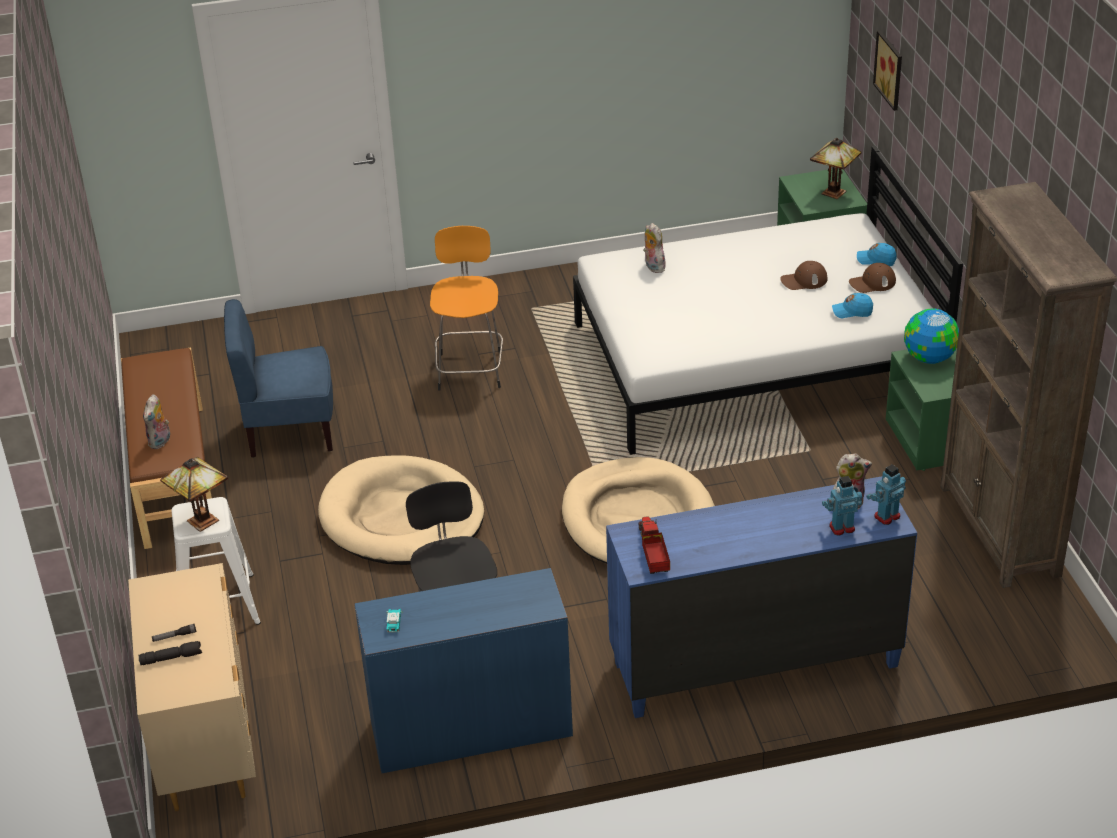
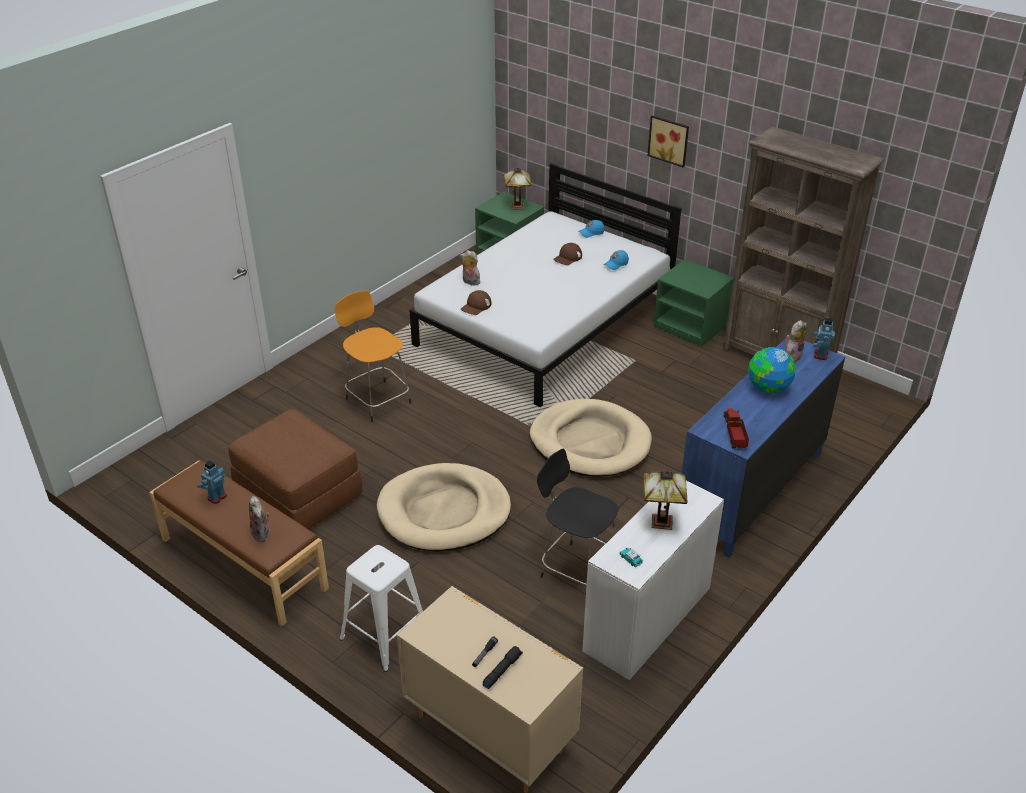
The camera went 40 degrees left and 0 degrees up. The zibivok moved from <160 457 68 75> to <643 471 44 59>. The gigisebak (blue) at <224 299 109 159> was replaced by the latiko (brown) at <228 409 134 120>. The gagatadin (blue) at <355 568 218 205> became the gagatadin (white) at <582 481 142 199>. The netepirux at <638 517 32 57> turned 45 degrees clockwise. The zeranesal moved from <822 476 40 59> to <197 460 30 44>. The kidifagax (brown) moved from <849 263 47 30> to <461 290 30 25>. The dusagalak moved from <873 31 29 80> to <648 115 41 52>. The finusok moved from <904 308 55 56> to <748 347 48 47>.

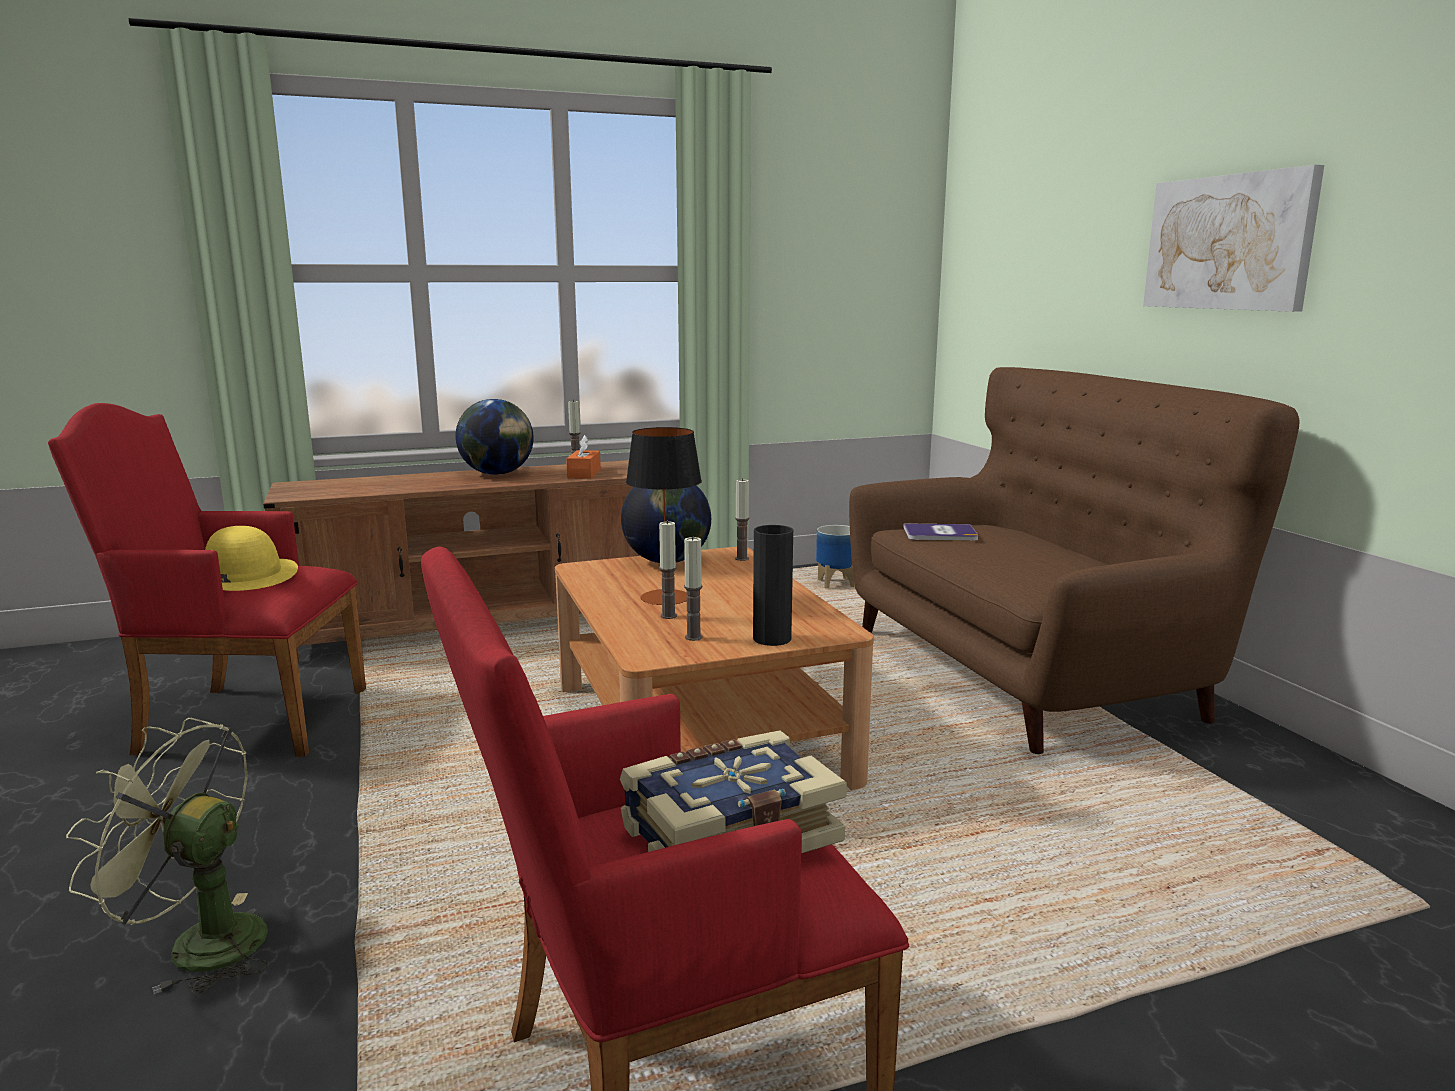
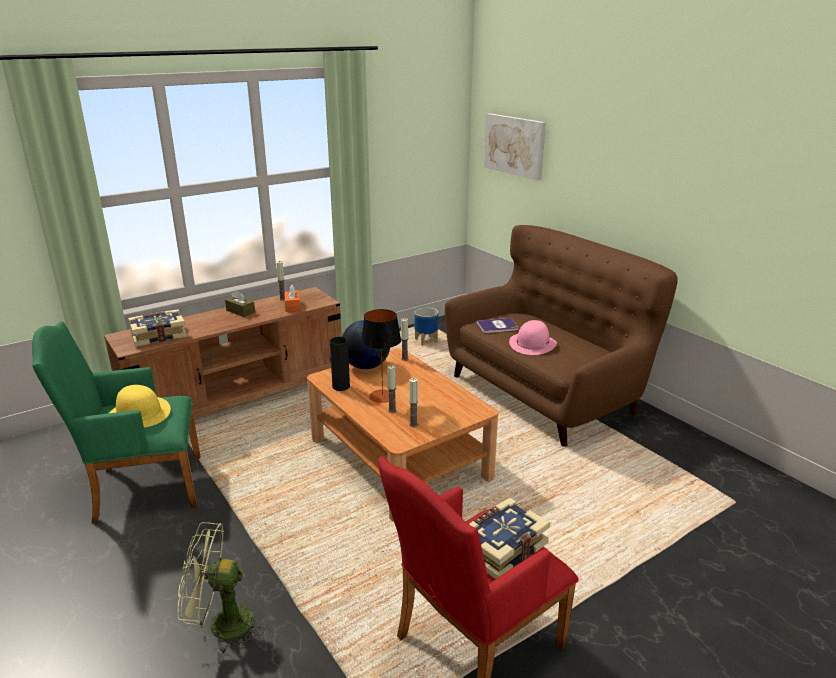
The camera went 15 degrees left and 10 degrees up. The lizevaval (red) at <48 403 318 354> became the lizevaval (green) at <32 322 168 201>. The finusok at <455 399 79 76> was replaced by the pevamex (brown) at <225 290 30 27>. The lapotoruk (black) moved from <753 525 40 121> to <330 337 20 54>. The dusagalak moved from <1143 164 181 148> to <484 113 62 68>. The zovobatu at <128 309 59 38> appeared. The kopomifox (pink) at <509 320 48 35> appeared.

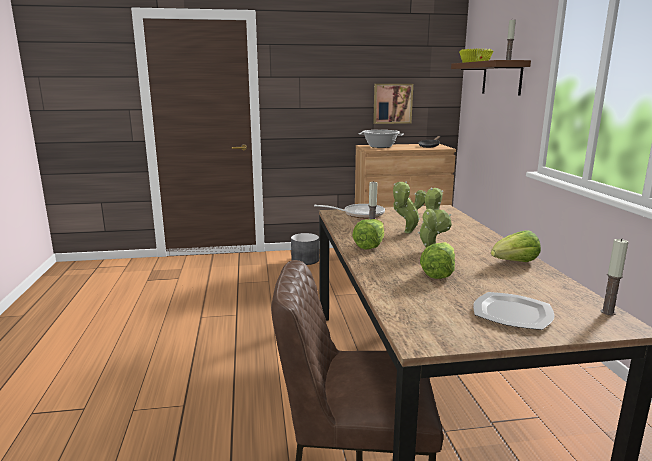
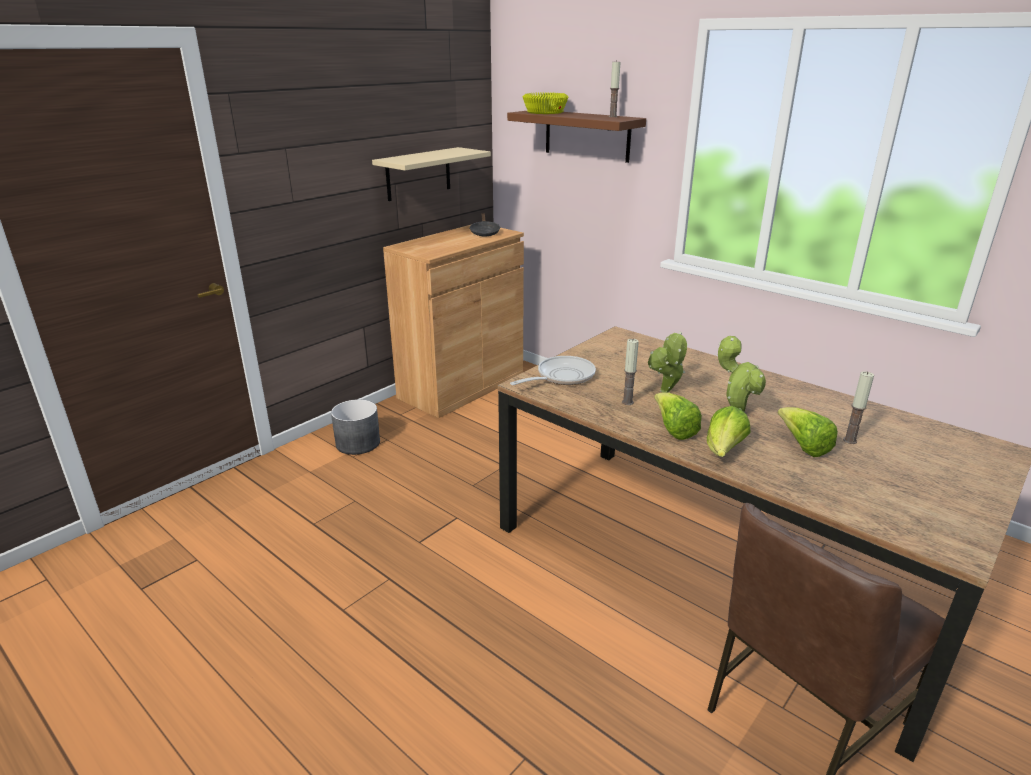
The camera went 40 degrees left and 10 degrees up. The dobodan at <358 130 46 18> disappeared. The dusagalak at <373 84 40 40> was replaced by the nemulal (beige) at <372 147 119 54>. The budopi at <473 292 81 38> disappeared. The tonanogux moved from <491 230 50 32> to <707 406 44 51>. The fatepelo moved from <601 238 27 77> to <843 371 31 73>.

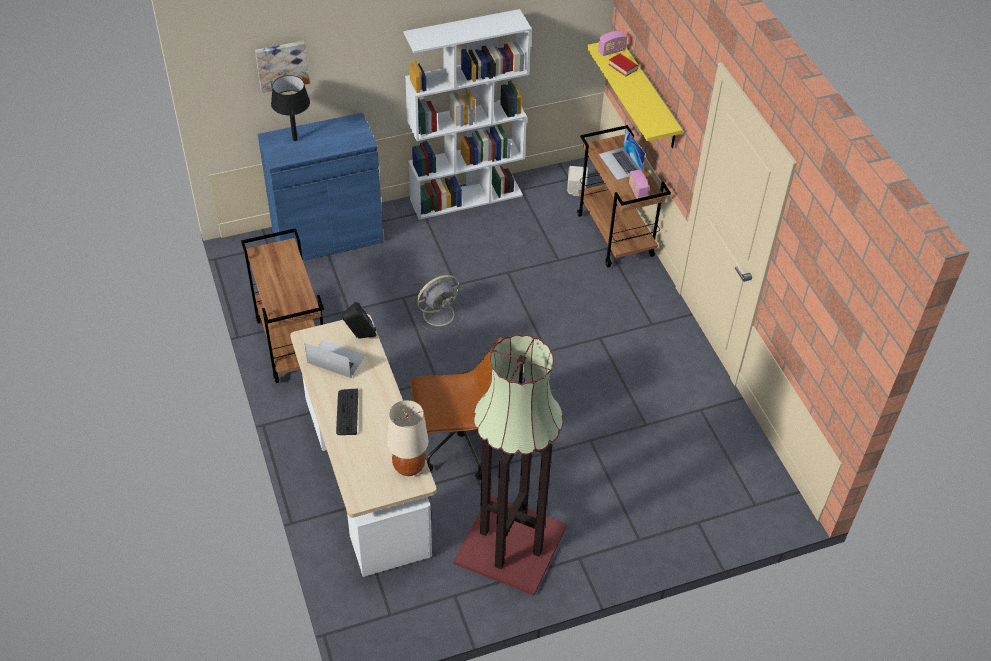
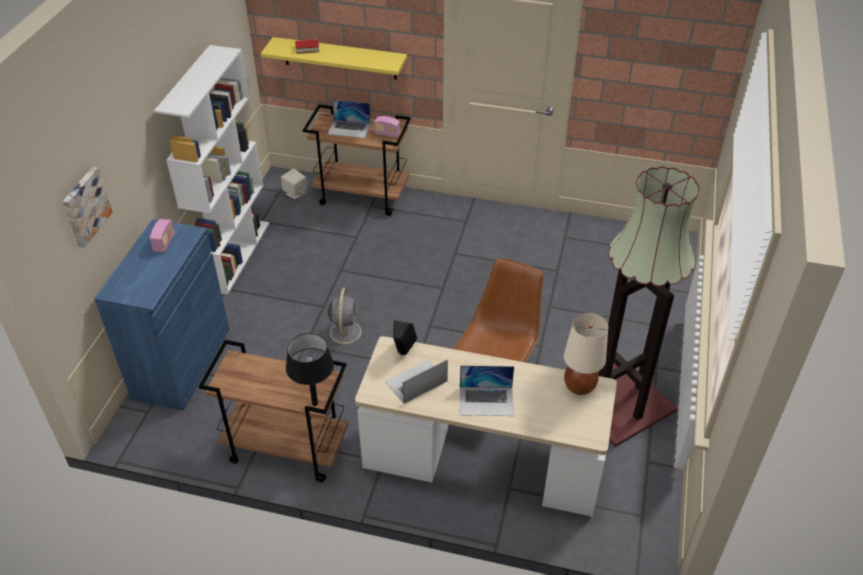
The camera went 55 degrees left and 5 degrees down. The zibivok (black) moved from <271 75 39 66> to <286 333 48 73>. The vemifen at <336 389 22 46> was replaced by the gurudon at <460 365 54 51>. The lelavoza moved from <598 31 29 25> to <150 219 25 34>.

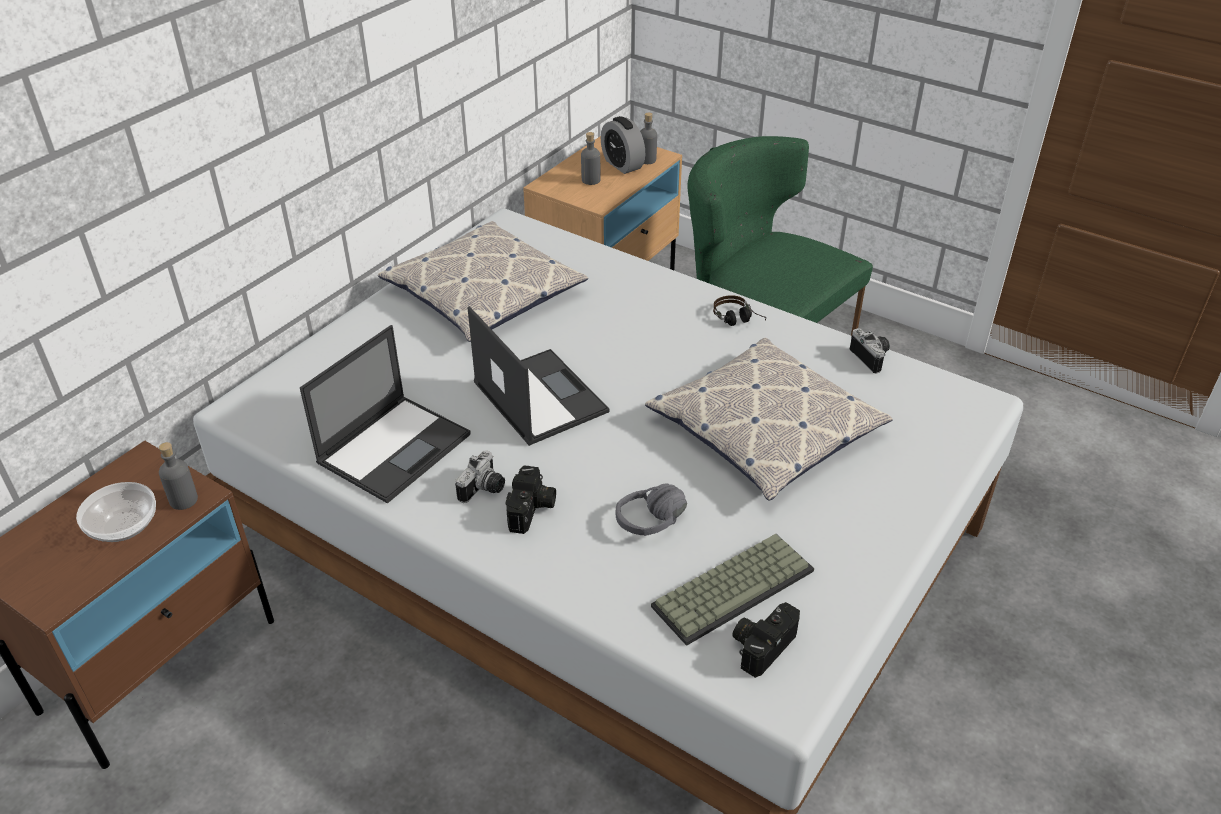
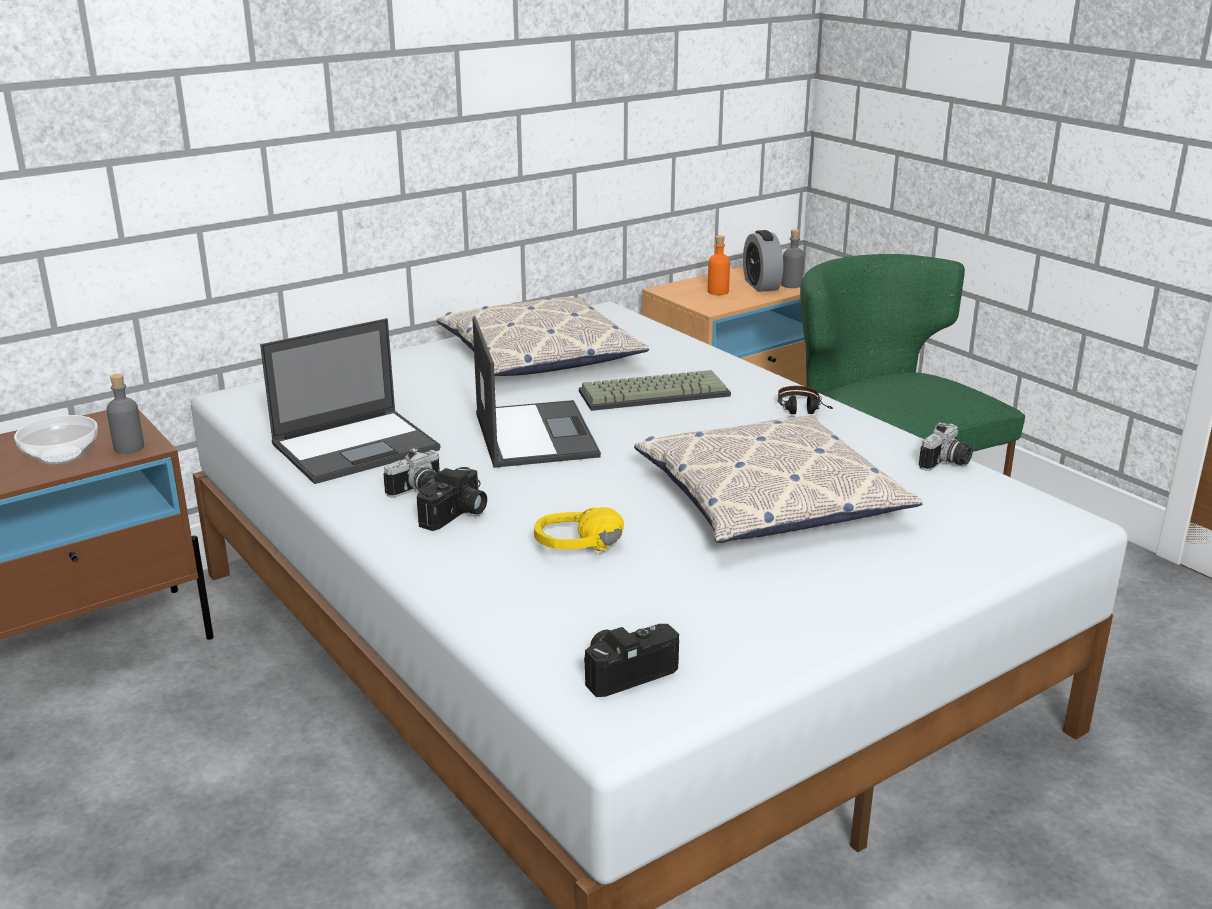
The camera went 20 degrees right and 15 degrees down. The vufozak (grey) at <581 132 20 53> became the vufozak (orange) at <708 235 22 60>. The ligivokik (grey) at <615 483 72 53> became the ligivokik (yellow) at <534 507 90 44>. The vemifen moved from <651 534 163 112> to <579 370 152 41>. The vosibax at <849 328 41 46> turned 45 degrees clockwise.

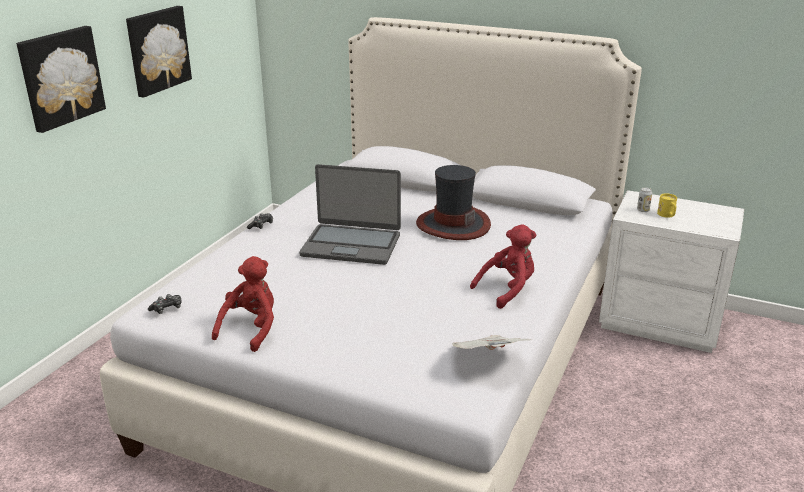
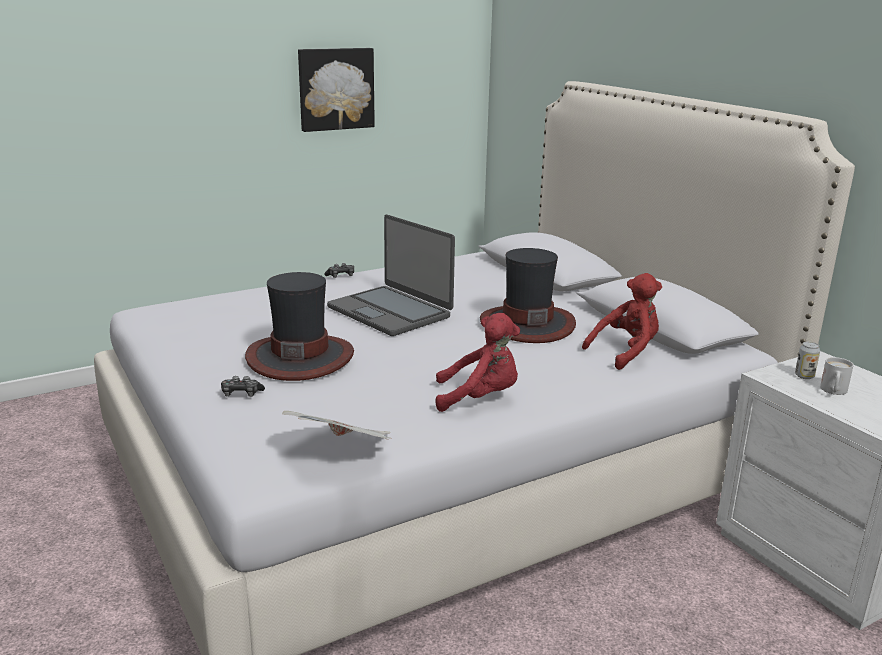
The camera went 35 degrees right and 5 degrees down. The dusagalak at <16 26 90 107> disappeared. The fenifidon moved from <148 294 34 20> to <221 376 44 21>. The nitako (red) moved from <212 256 62 96> to <582 273 80 97>. The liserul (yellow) at <657 193 20 25> became the liserul (white) at <820 357 34 38>. The kopomifox at <245 272 109 109> appeared.

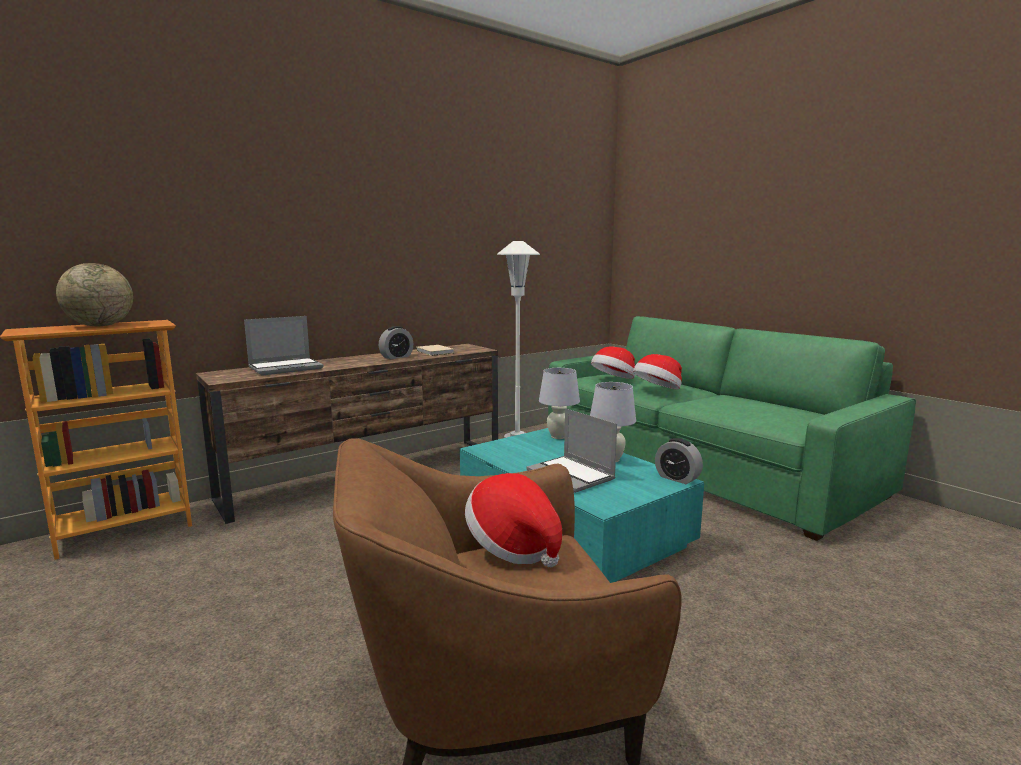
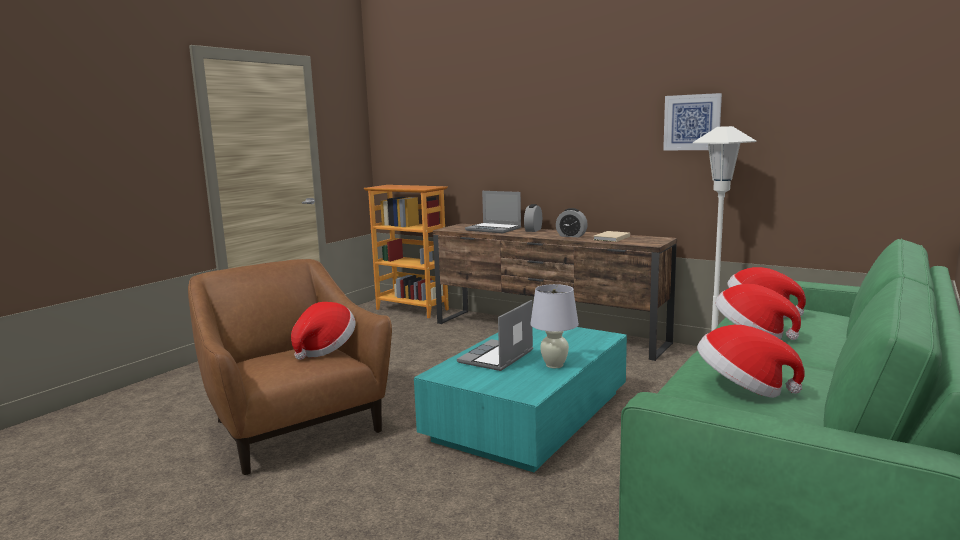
The camera went 70 degrees right and 0 degrees up. The finusok at <56 263 77 63> disappeared. The zibivok (white) at <539 368 41 71> disappeared. The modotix moved from <655 438 48 46> to <524 204 18 28>. The dusagalak at <663 93 59 57> appeared. The kopomifox at <697 325 108 73> appeared.

